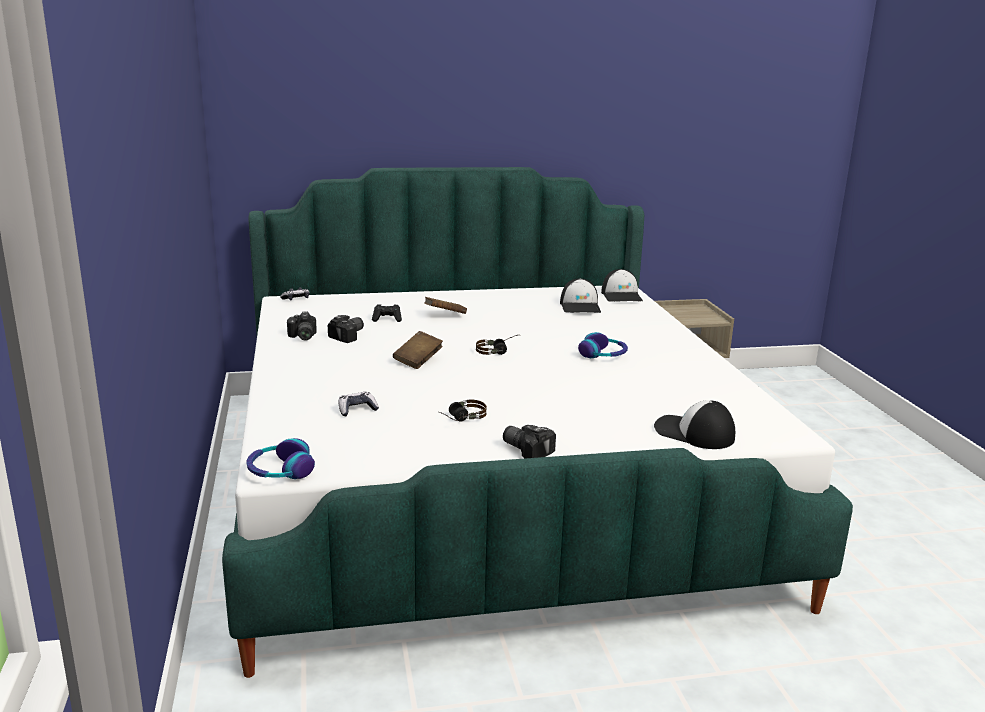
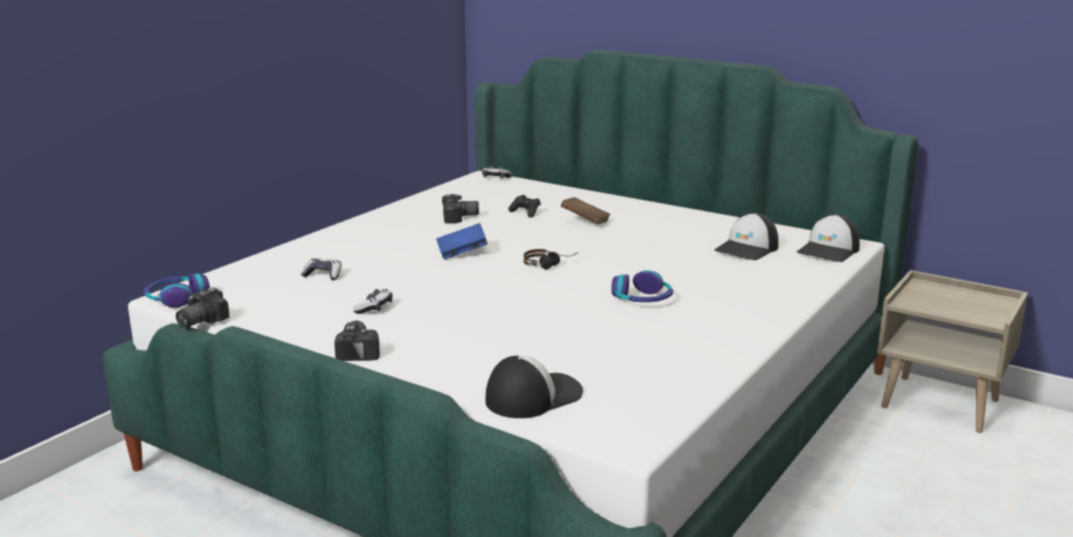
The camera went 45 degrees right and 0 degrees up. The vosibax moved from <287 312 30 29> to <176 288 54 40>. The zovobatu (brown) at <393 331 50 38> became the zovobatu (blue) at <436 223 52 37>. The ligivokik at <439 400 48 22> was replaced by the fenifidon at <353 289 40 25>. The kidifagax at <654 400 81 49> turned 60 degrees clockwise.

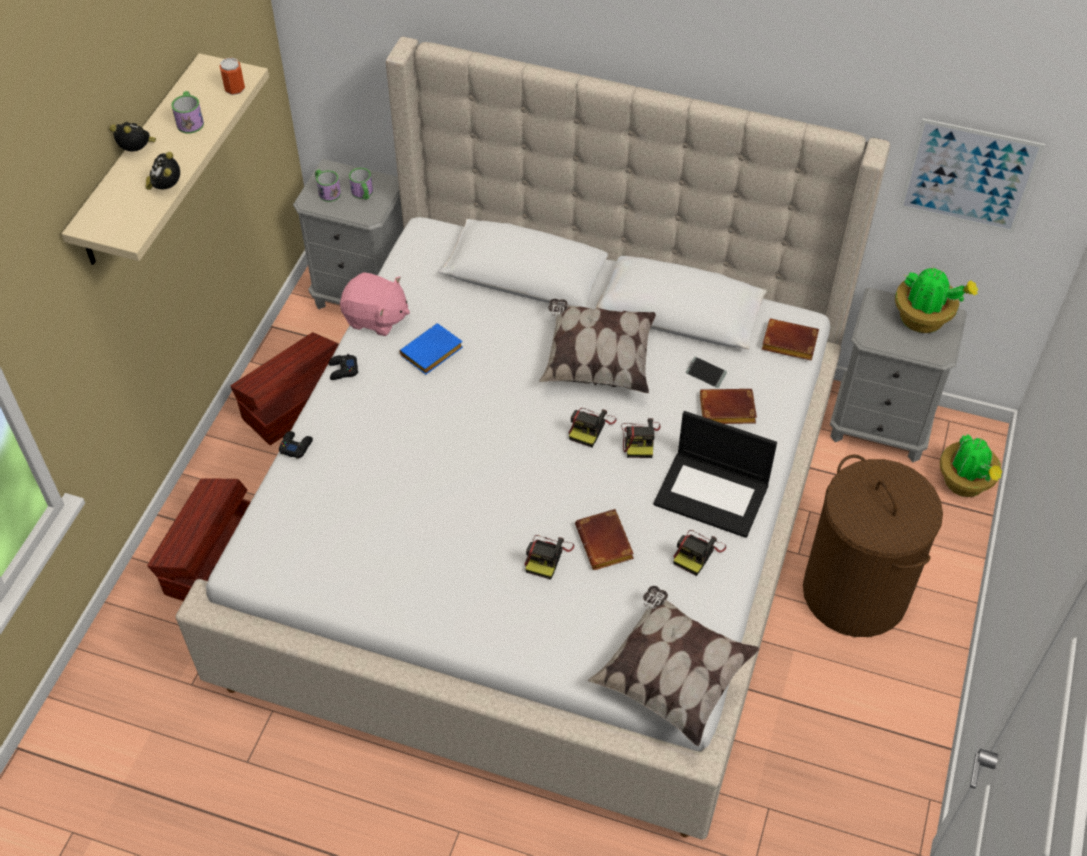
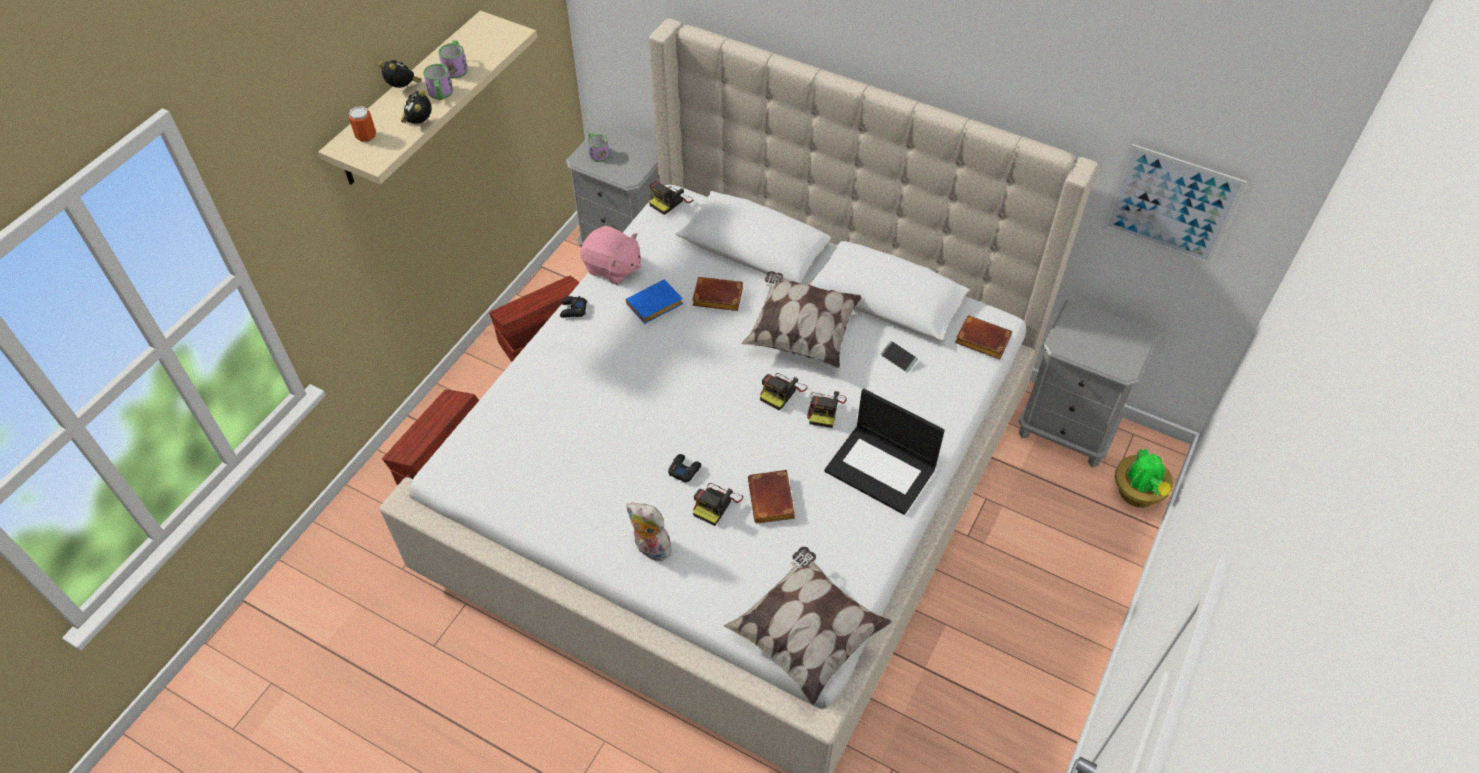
The camera went 10 degrees right and 0 degrees up. The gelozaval moved from <219 57 26 38> to <349 106 27 36>. The fenifidon (black) moved from <279 431 34 28> to <668 454 33 29>. The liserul moved from <349 168 24 32> to <423 64 30 36>. The vosibax moved from <673 530 53 46> to <649 181 44 34>. The zovobatu (brown) moved from <700 389 57 35> to <692 277 51 34>. The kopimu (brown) at <803 454 140 183> disappeared. The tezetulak at <895 268 83 65> disappeared. The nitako at <626 503 46 58> appeared.

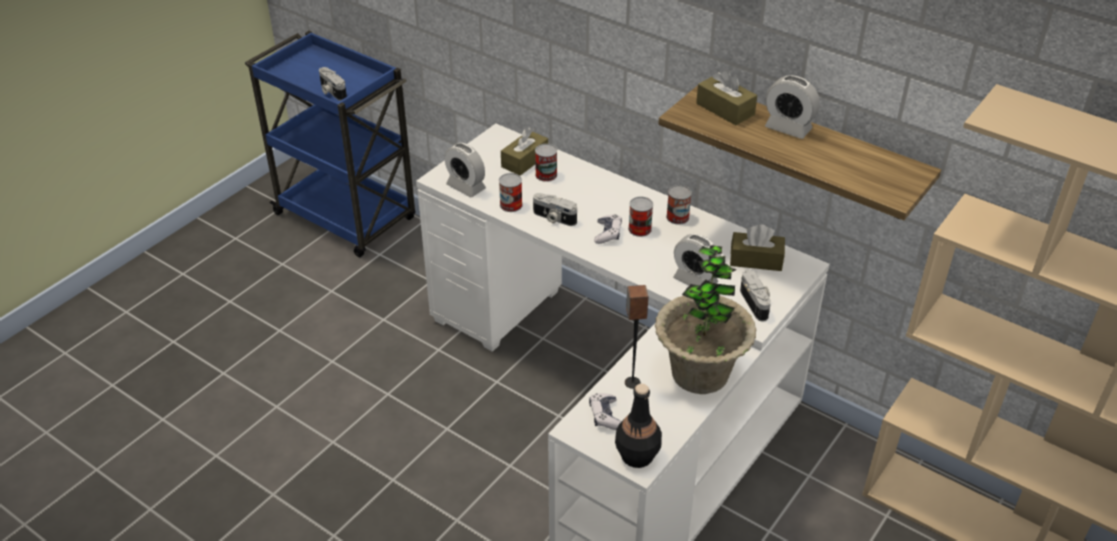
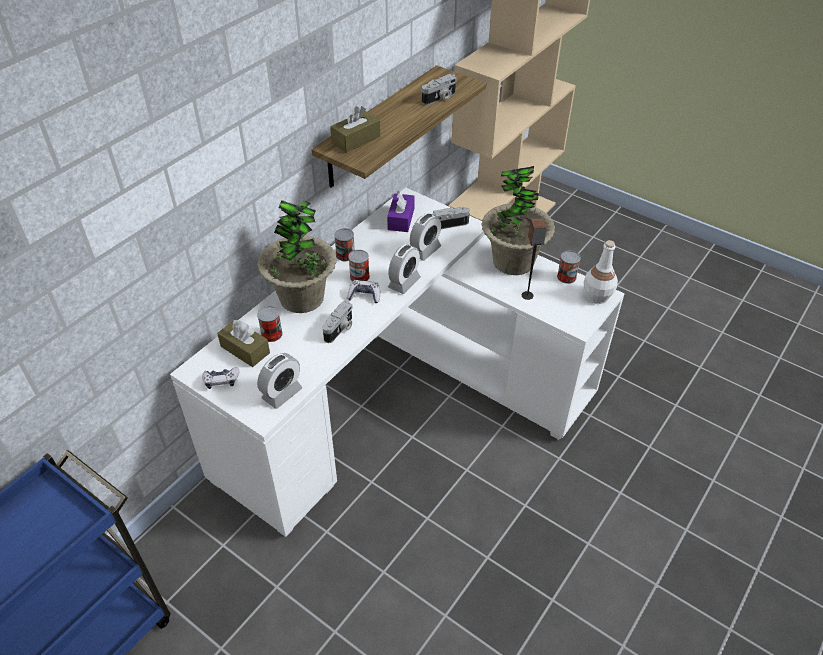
The camera went 90 degrees left and 5 degrees up. The vosibax moved from <319 67 28 34> to <422 74 35 31>. The gelozaval moved from <499 173 24 39> to <557 251 24 33>. The fenifidon moved from <589 393 32 37> to <202 367 37 22>. The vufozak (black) at <615 384 47 84> became the vufozak (white) at <584 240 34 64>. The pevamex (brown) at <730 224 55 47> became the pevamex (purple) at <387 191 27 41>. The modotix moved from <765 75 55 64> to <388 244 33 50>. The tezetulak at <257 200 79 113> appeared.

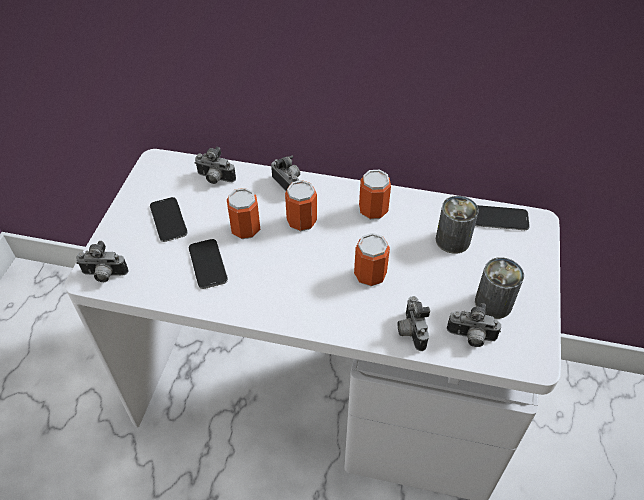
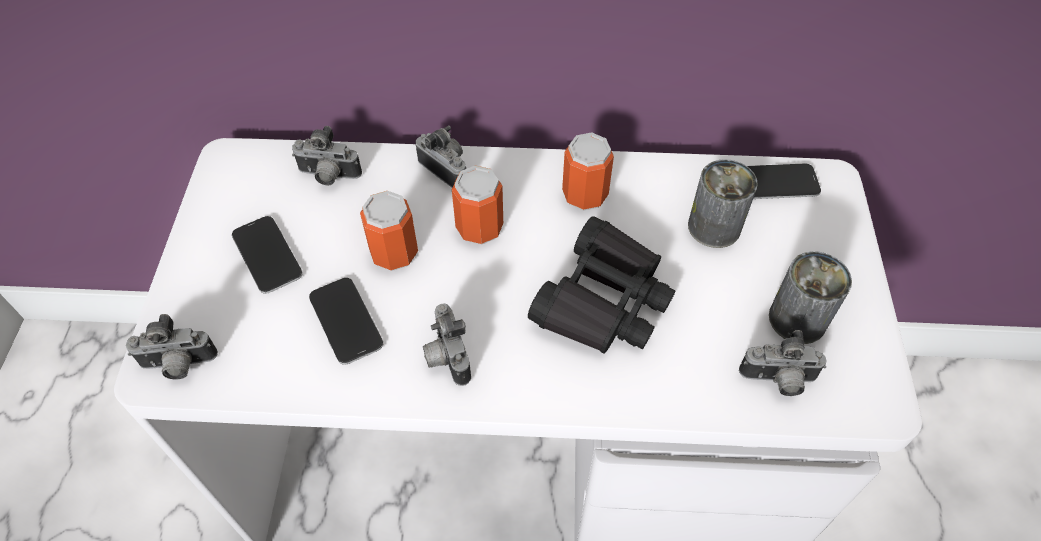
The camera went 10 degrees left and 5 degrees up. The gelozaval at <354 233 36 53> was replaced by the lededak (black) at <528 216 148 138>. The vosibax moved from <398 296 32 55> to <423 303 48 83>.

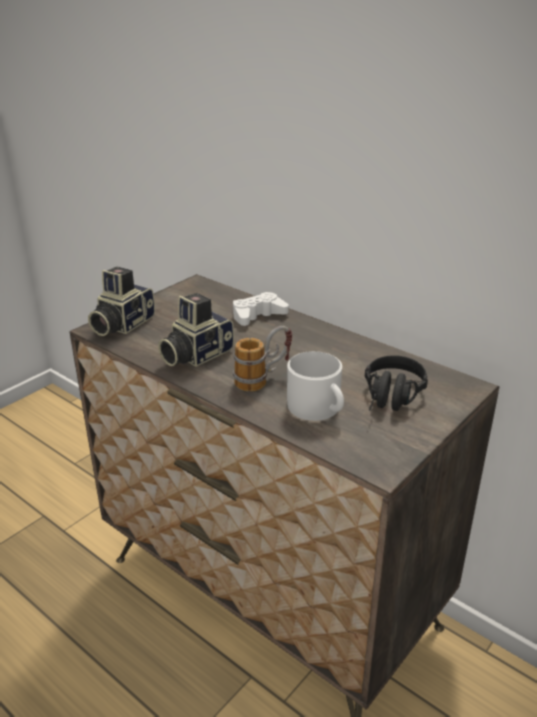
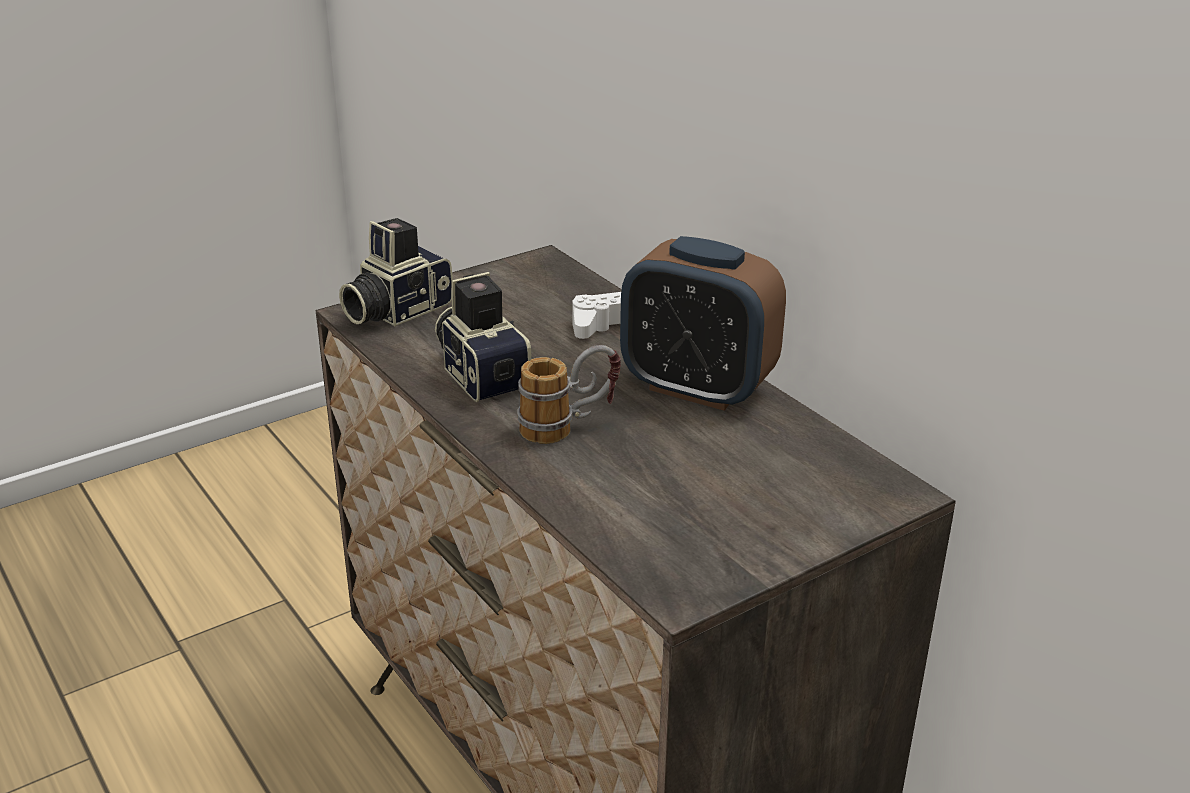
The camera went 15 degrees right and 0 degrees up. The vosibax at <158 293 76 74> turned 90 degrees clockwise. The liserul (white) at <287 351 57 70> disappeared. The ligivokik (black) at <365 355 63 56> disappeared. The modotix at <620 236 166 175> appeared.

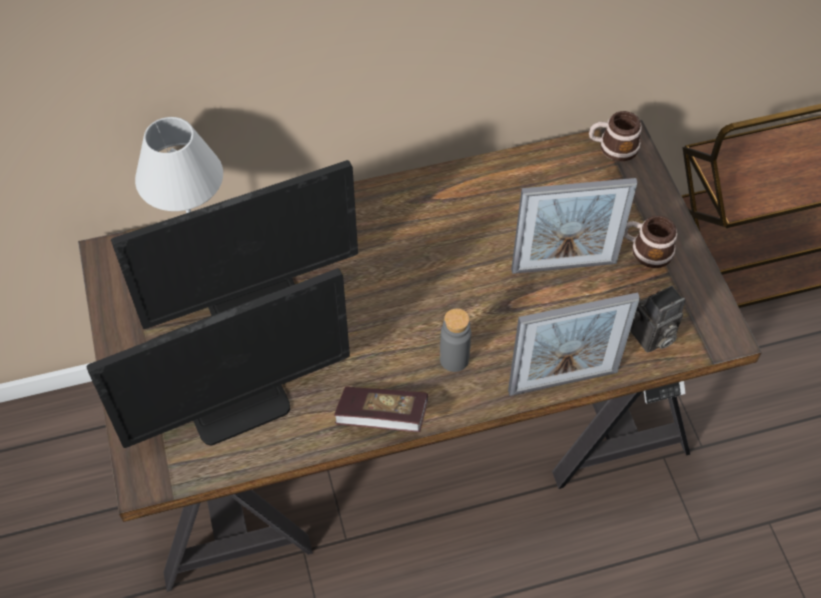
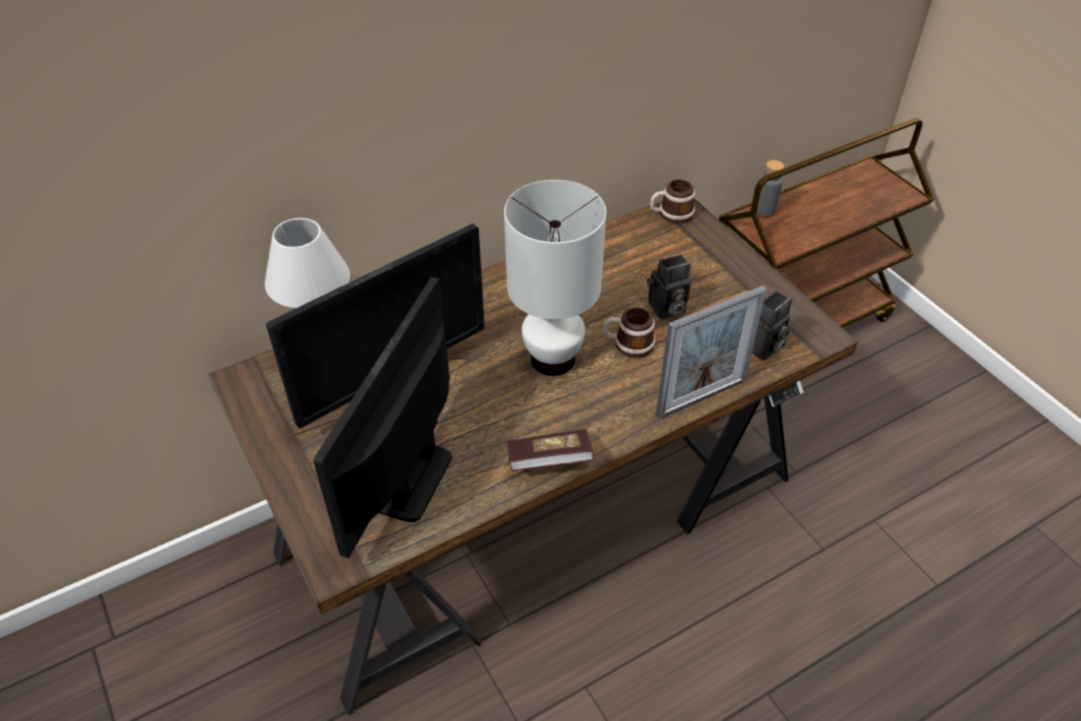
The camera went 15 degrees left and 10 degrees down. The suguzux at <86 268 264 180> turned 150 degrees clockwise. The vufozak (grey) moved from <440 308 31 64> to <757 160 27 56>. The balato at <511 178 126 96> was replaced by the vosibax at <647 254 44 65>. The liserul moved from <624 216 53 52> to <603 307 52 51>. The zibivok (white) at <504 180 102 196> appeared.

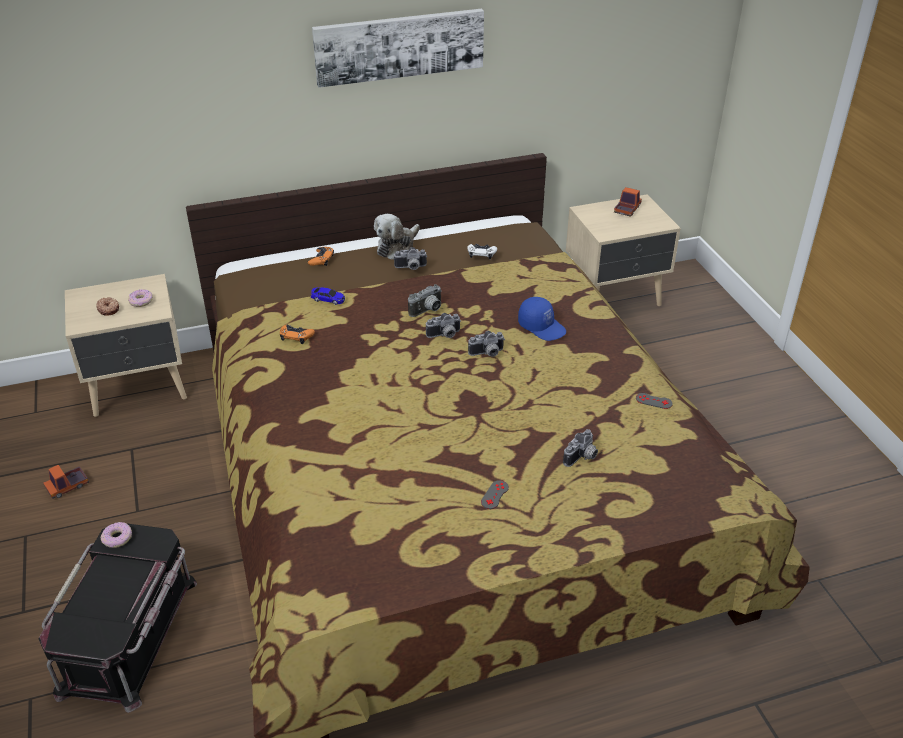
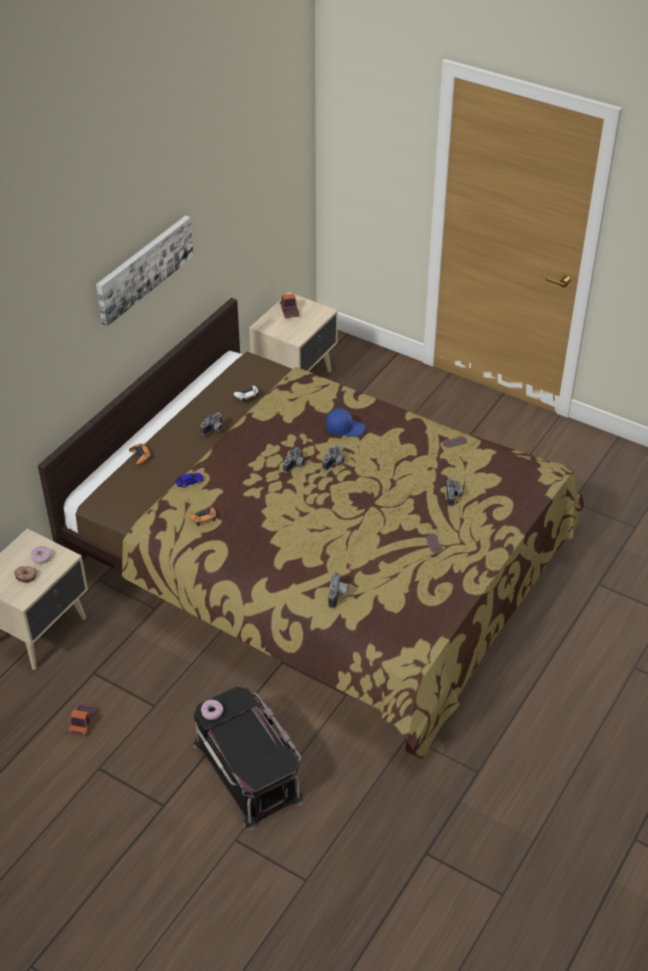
The camera went 40 degrees left and 5 degrees up. The nitako at <374 214 46 46> disappeared. The vosibax moved from <408 284 34 33> to <328 572 21 36>.

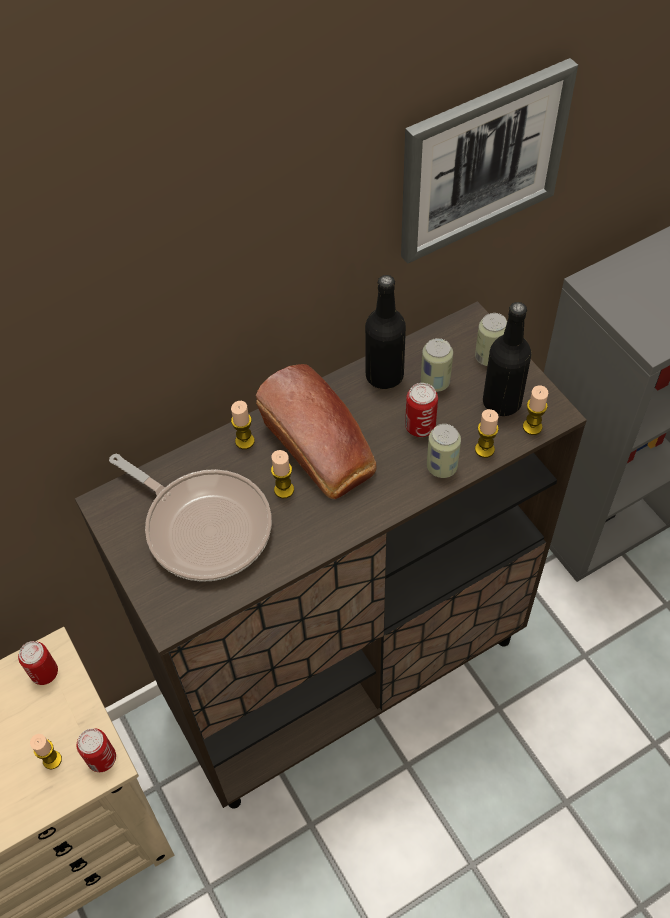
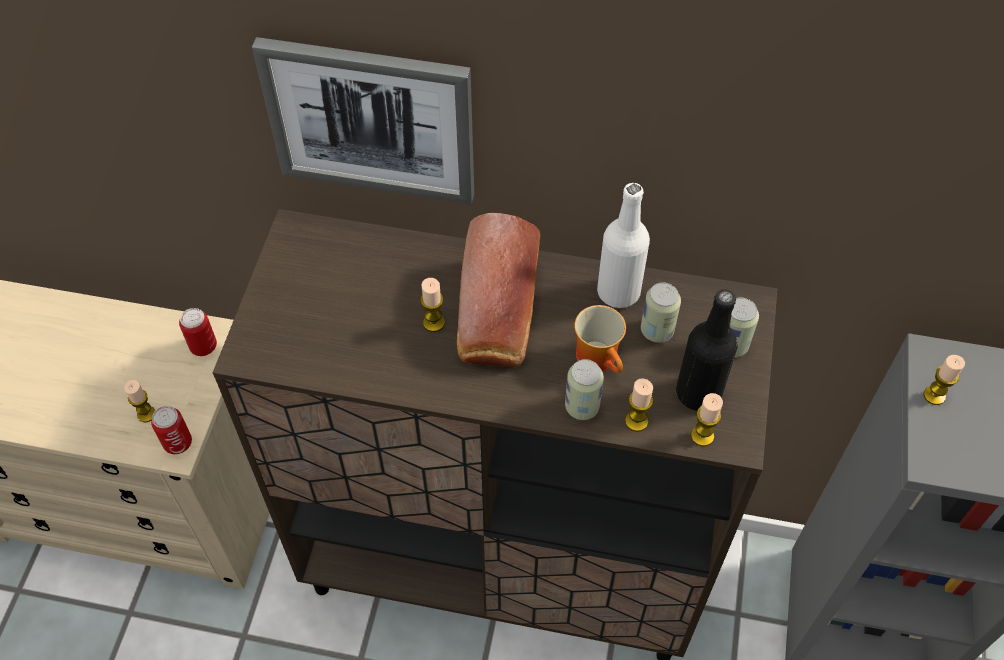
The camera went 40 degrees right and 0 degrees up. The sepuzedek at <109 454 163 128> disappeared. The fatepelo moved from <231 401 24 48> to <923 355 42 50>. The vufozak (black) at <365 275 41 114> became the vufozak (white) at <597 183 53 125>. The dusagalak moved from <401 58 177 206> to <252 37 222 167>. The gelozaval at <405 383 33 54> was replaced by the liserul at <574 305 52 68>.

